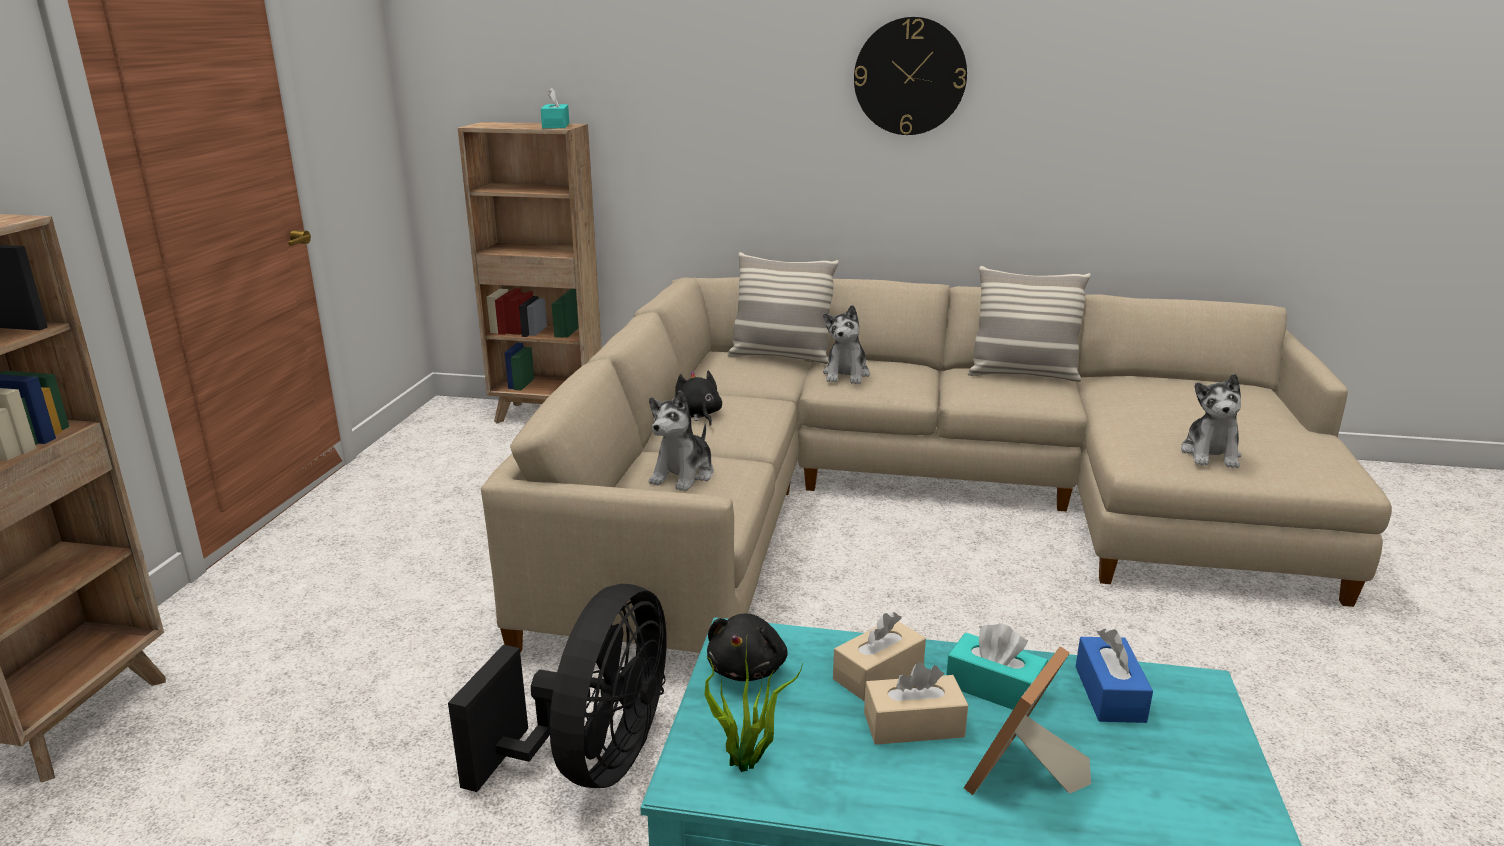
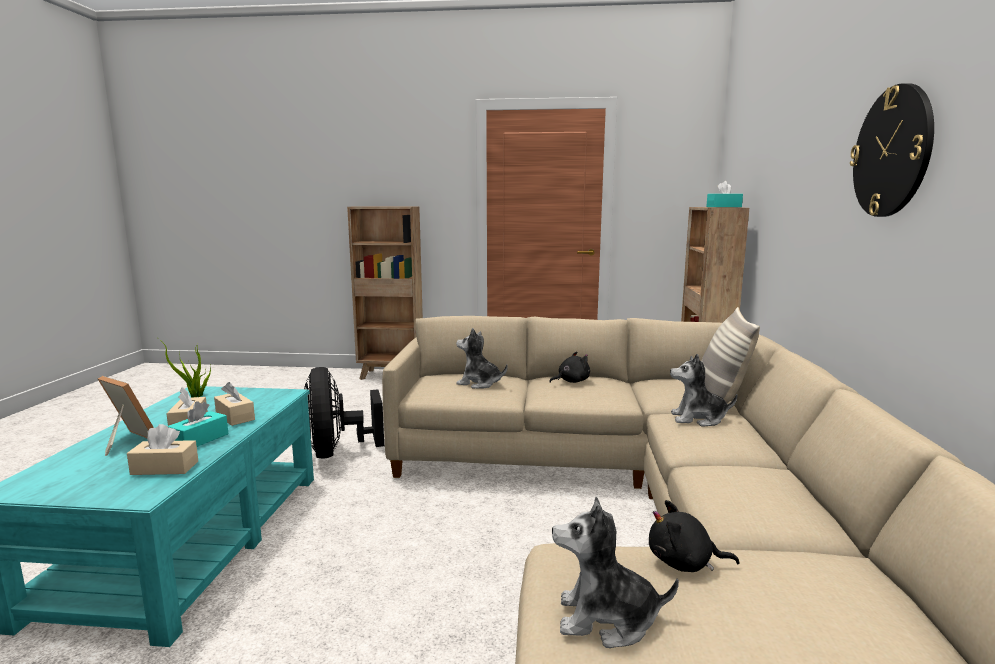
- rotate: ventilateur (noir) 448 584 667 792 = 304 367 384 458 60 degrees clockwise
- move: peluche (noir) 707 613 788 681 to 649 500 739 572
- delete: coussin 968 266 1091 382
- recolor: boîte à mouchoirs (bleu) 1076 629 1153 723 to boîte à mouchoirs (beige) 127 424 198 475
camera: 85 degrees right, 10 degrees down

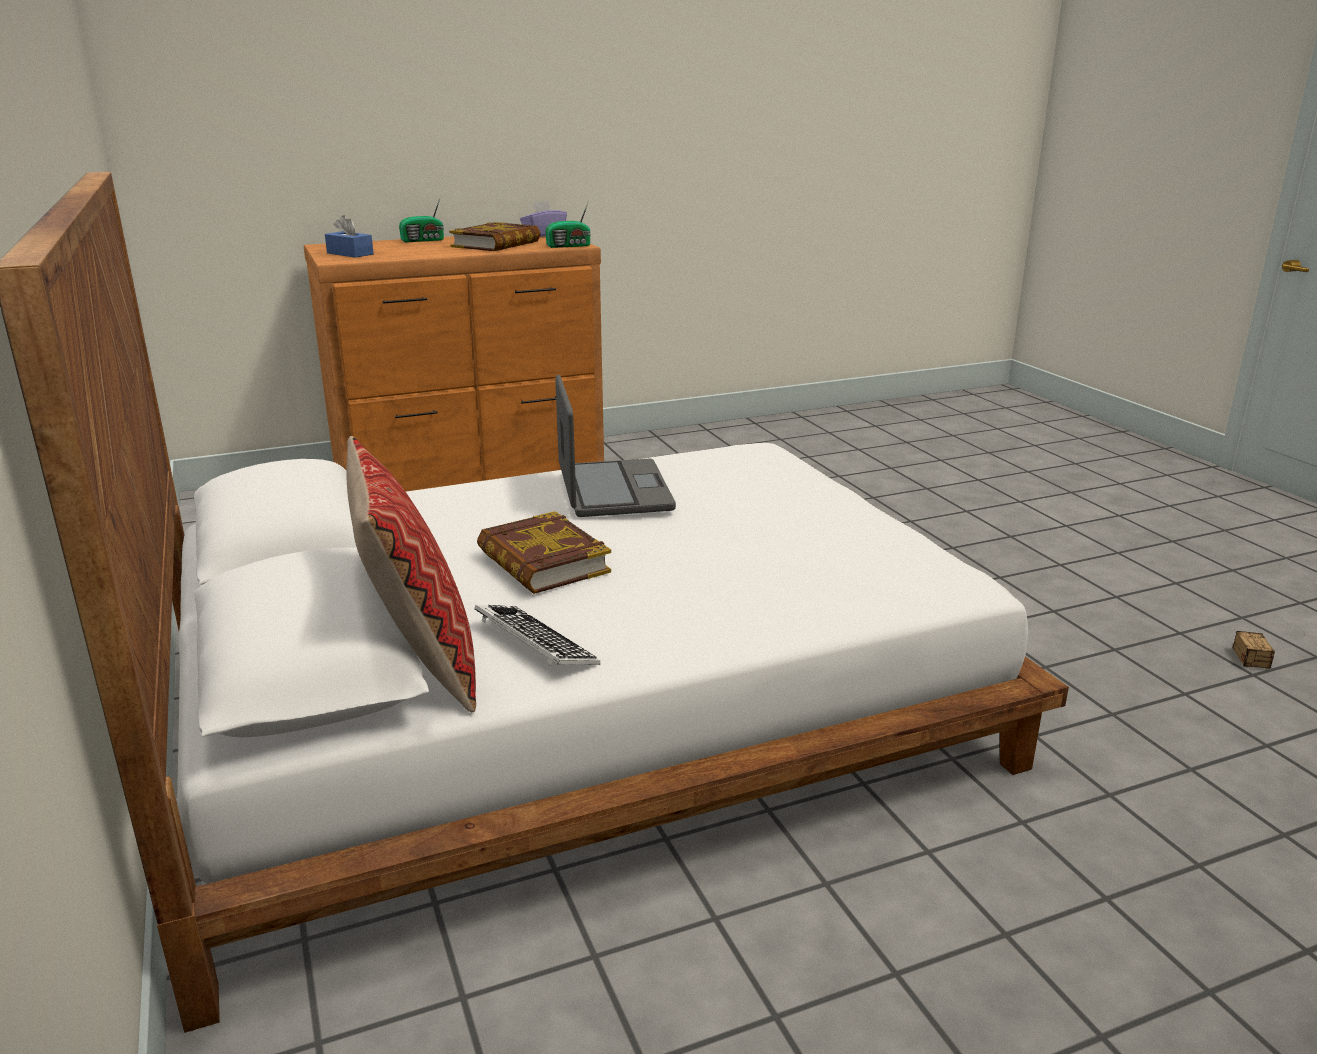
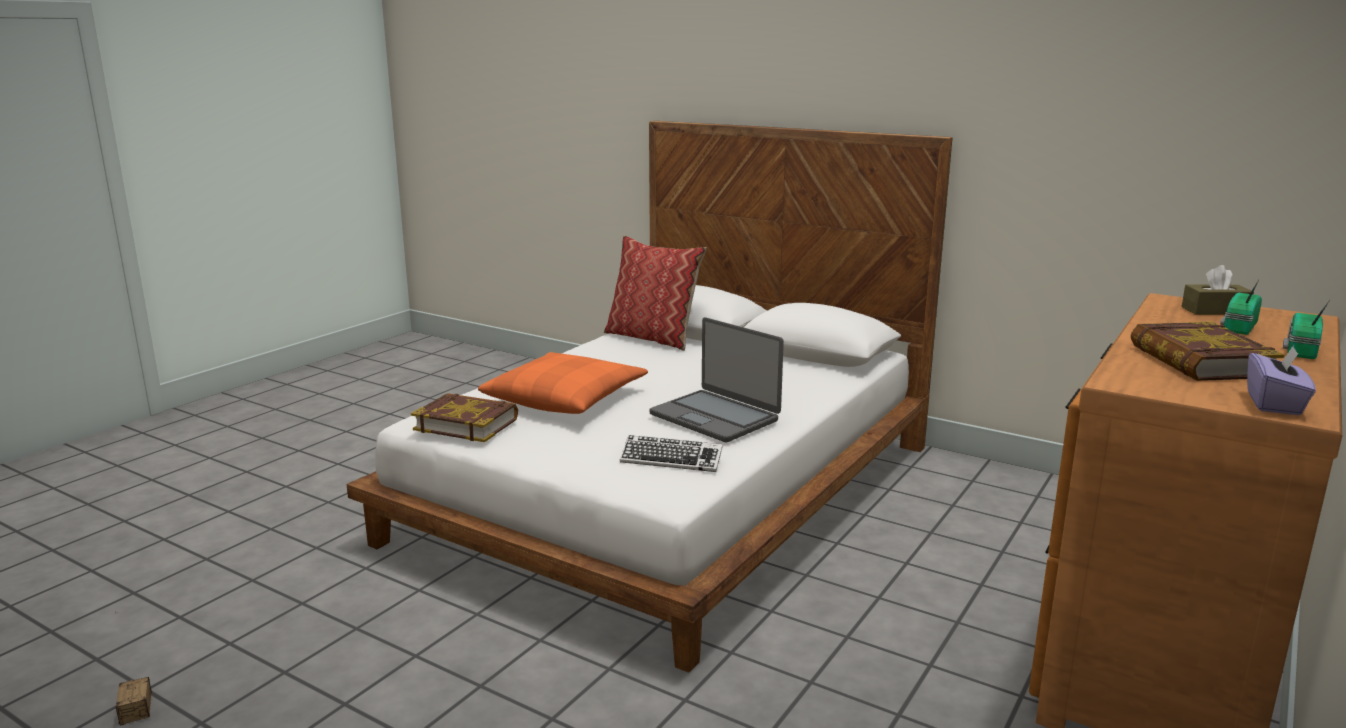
- recolor: boîte à mouchoirs (bleu) 325 215 374 258 to boîte à mouchoirs (marron) 1182 265 1254 315
- move: clavier 474 605 600 666 to 620 435 723 472
- move: livre 477 511 611 594 to 411 393 518 442
- move: radio 545 201 591 248 to 1220 279 1262 335
- insert: coussin (orange) 478 352 648 414
camera: 145 degrees right, 5 degrees down

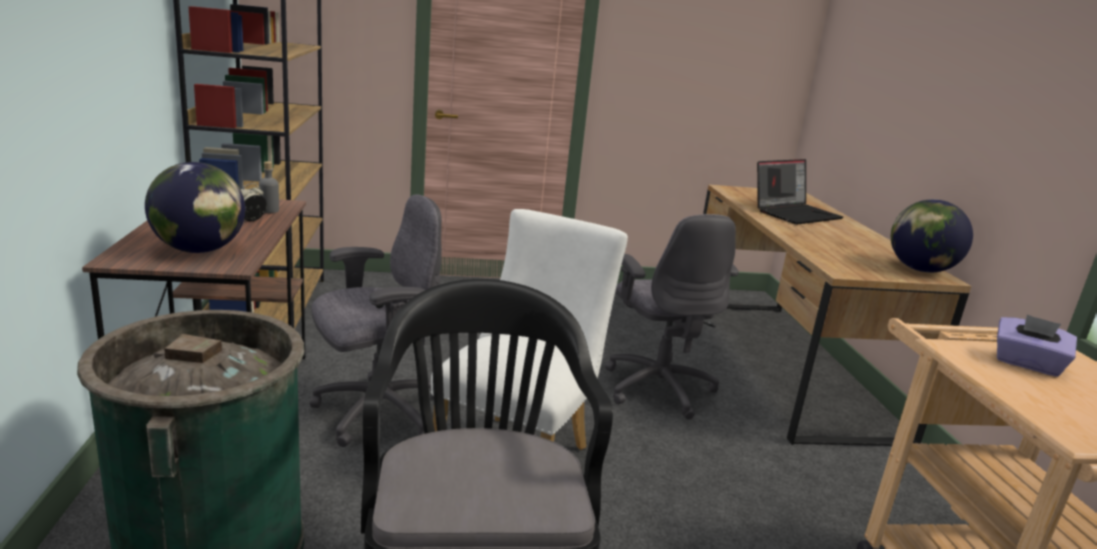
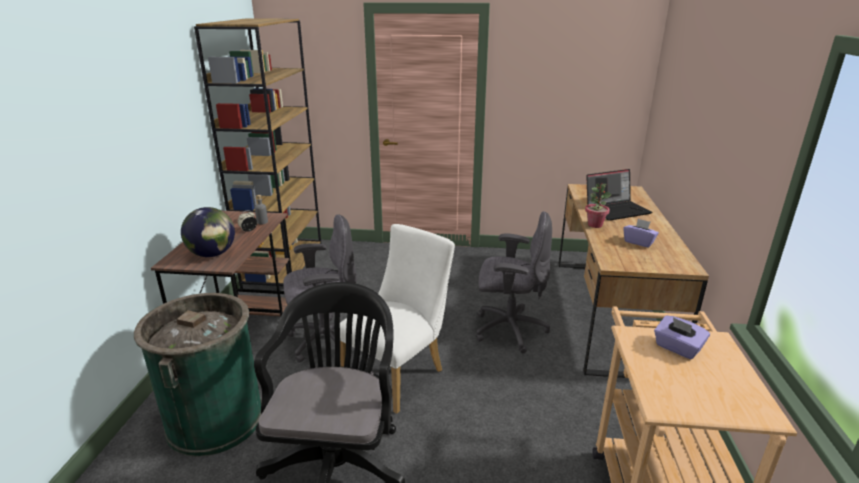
- rotate: chaise de bureau (gris) 605 214 739 420 = 476 211 552 353 75 degrees counterclockwise
- delete: globe 891 199 973 273
- insert: plante en pot 585 184 611 228
- insert: boîte à mouchoirs (violet) 623 219 659 248
camera: 15 degrees right, 5 degrees up

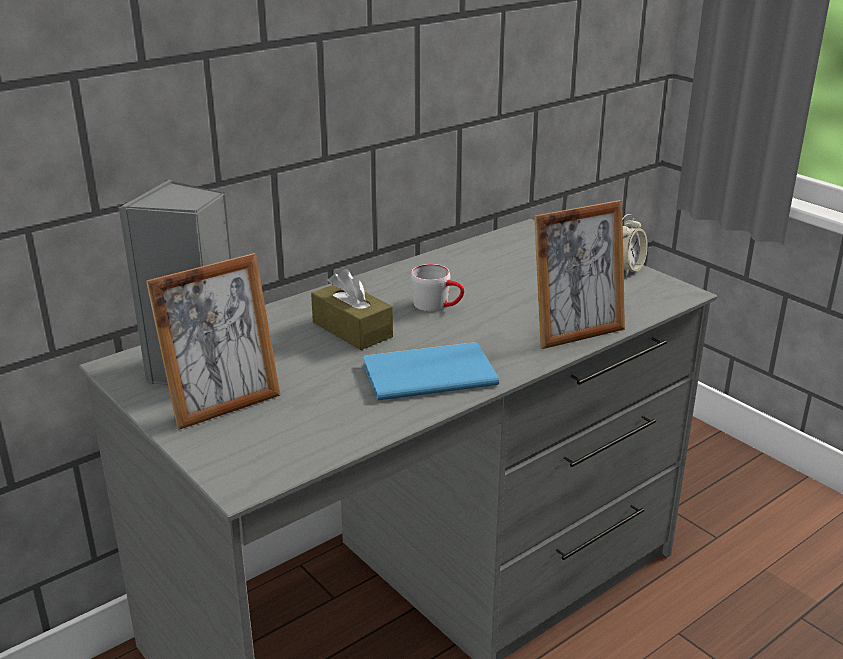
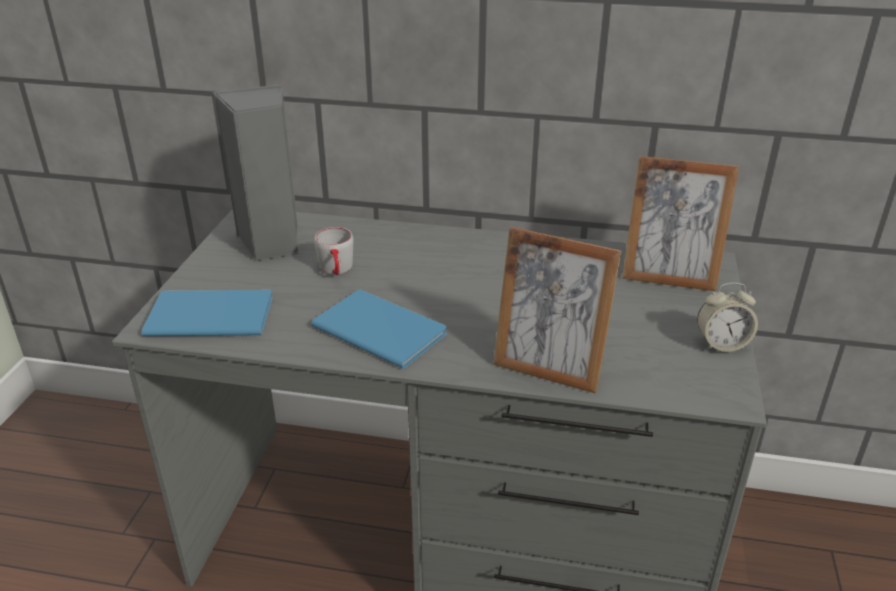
- move: cadre photo 146 253 280 430 to 622 156 739 292
- delete: boîte à mouchoirs (marron) 311 269 393 350
- move: mug (gris) 411 264 464 312 to 314 227 353 275
- insert: livre (bleu) 142 290 273 336
camera: 50 degrees right, 5 degrees up

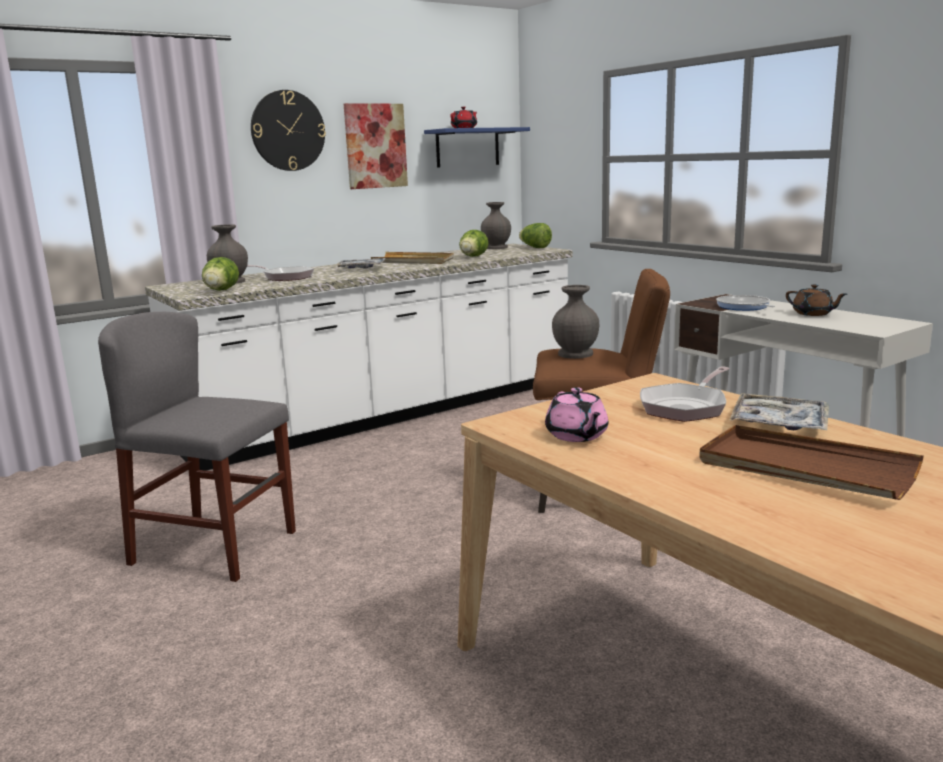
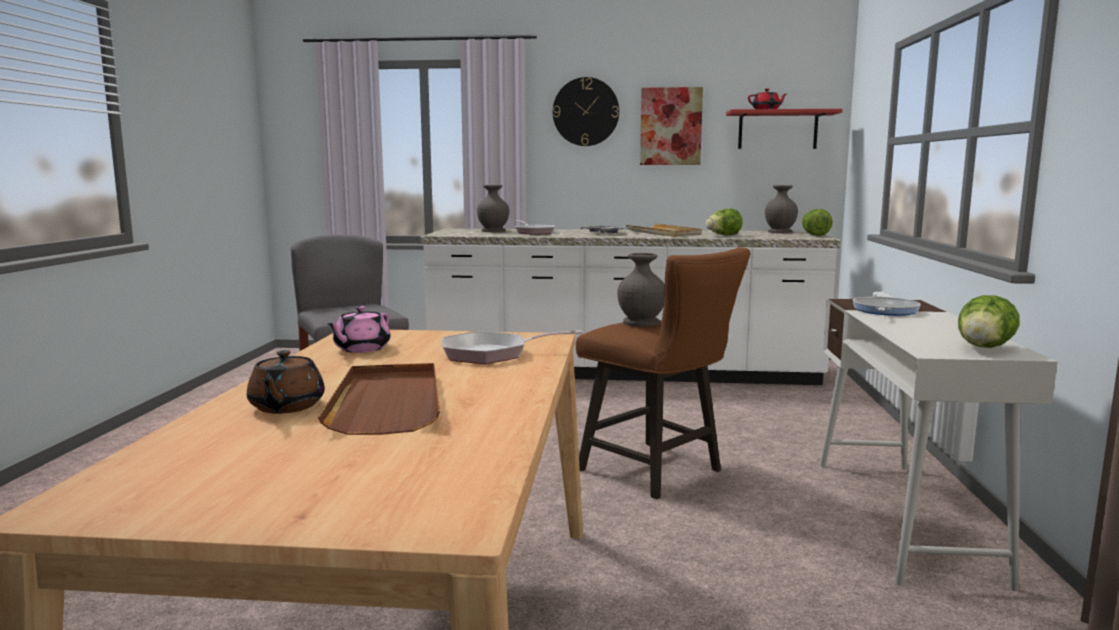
- move: laitue 202 257 239 291 to 958 295 1020 348
- recolor: étagère (bleu) 424 127 530 168 to étagère (rouge) 726 109 843 149
- delete: plateau 730 393 829 430
- move: théière (marron) 786 284 847 316 to 247 350 325 414
camera: 40 degrees right, 5 degrees down

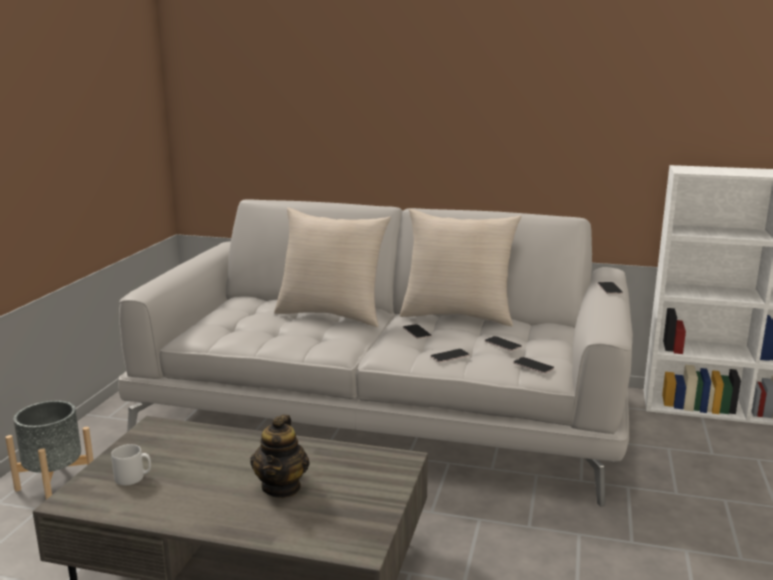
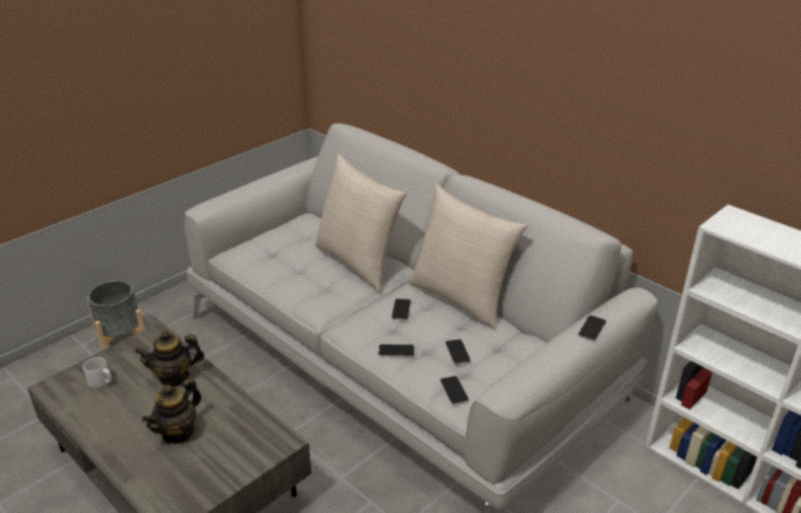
- insert: théière 135 331 205 387
camera: 30 degrees right, 15 degrees up

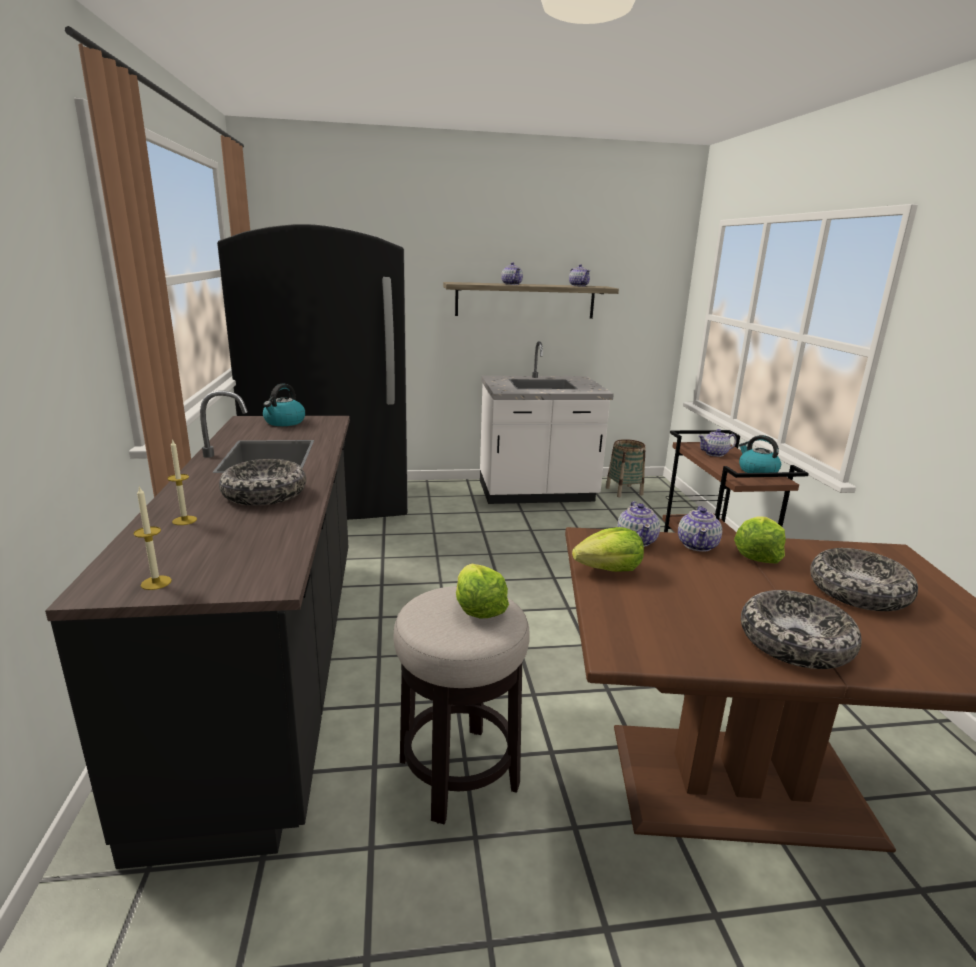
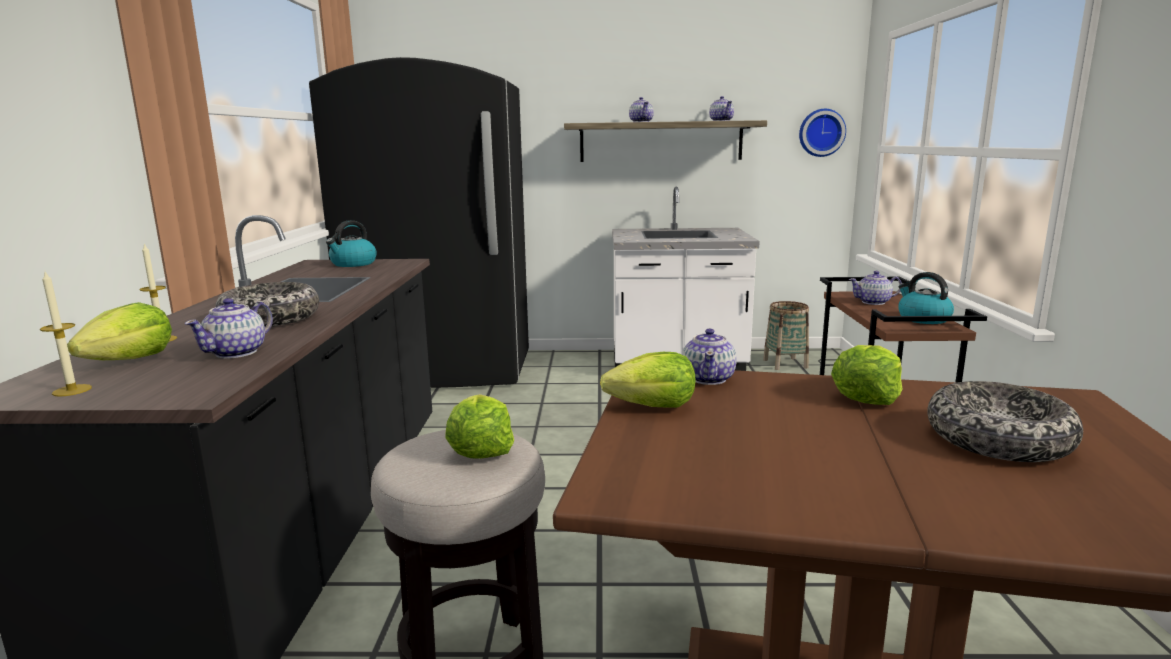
- move: théière 678 506 722 552 to 185 298 273 358
- delete: bol 741 590 862 669
- insert: laitue 67 302 172 360
- insert: horloge murale 799 109 846 157
camera: 10 degrees right, 5 degrees down

